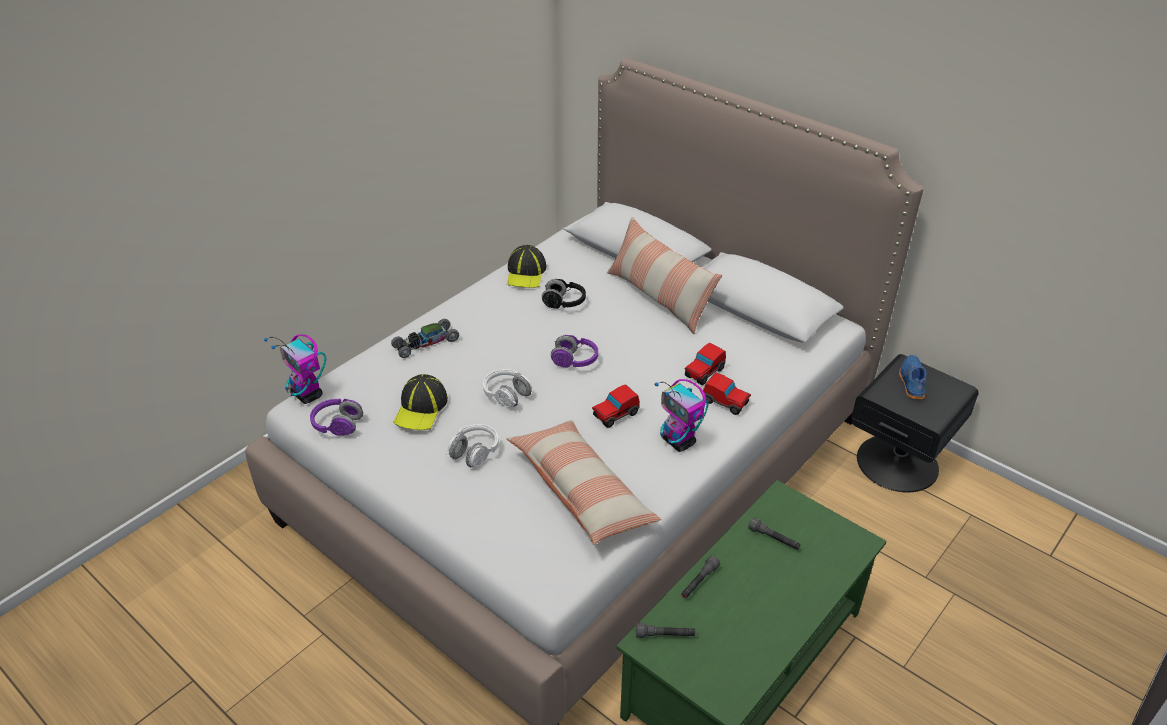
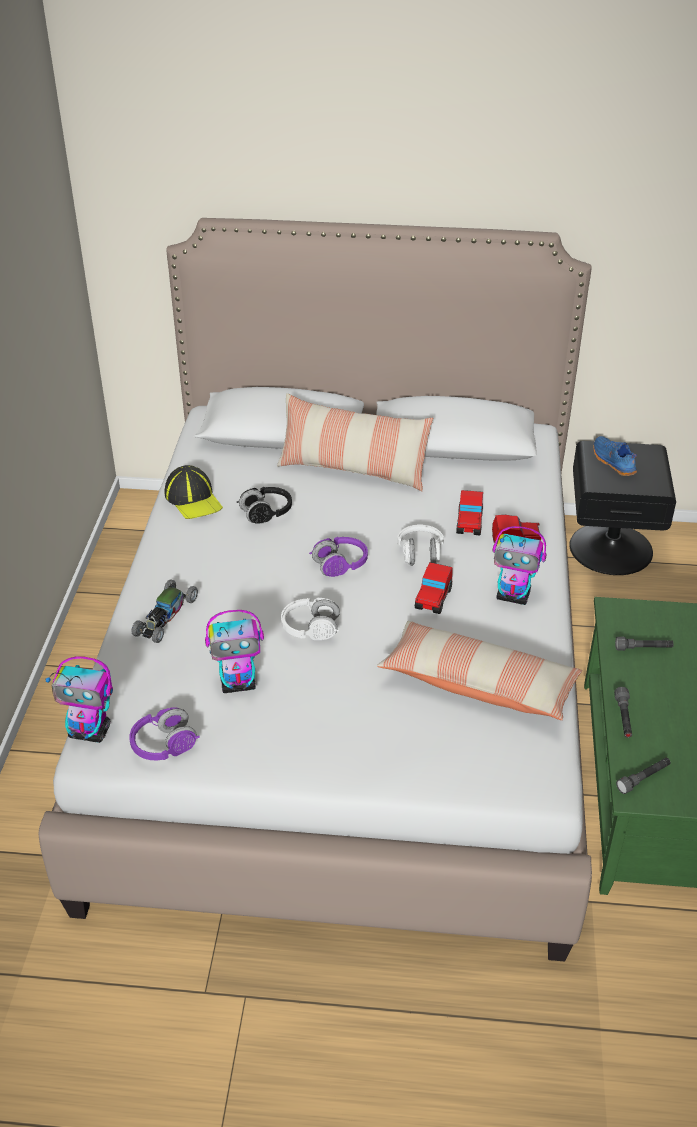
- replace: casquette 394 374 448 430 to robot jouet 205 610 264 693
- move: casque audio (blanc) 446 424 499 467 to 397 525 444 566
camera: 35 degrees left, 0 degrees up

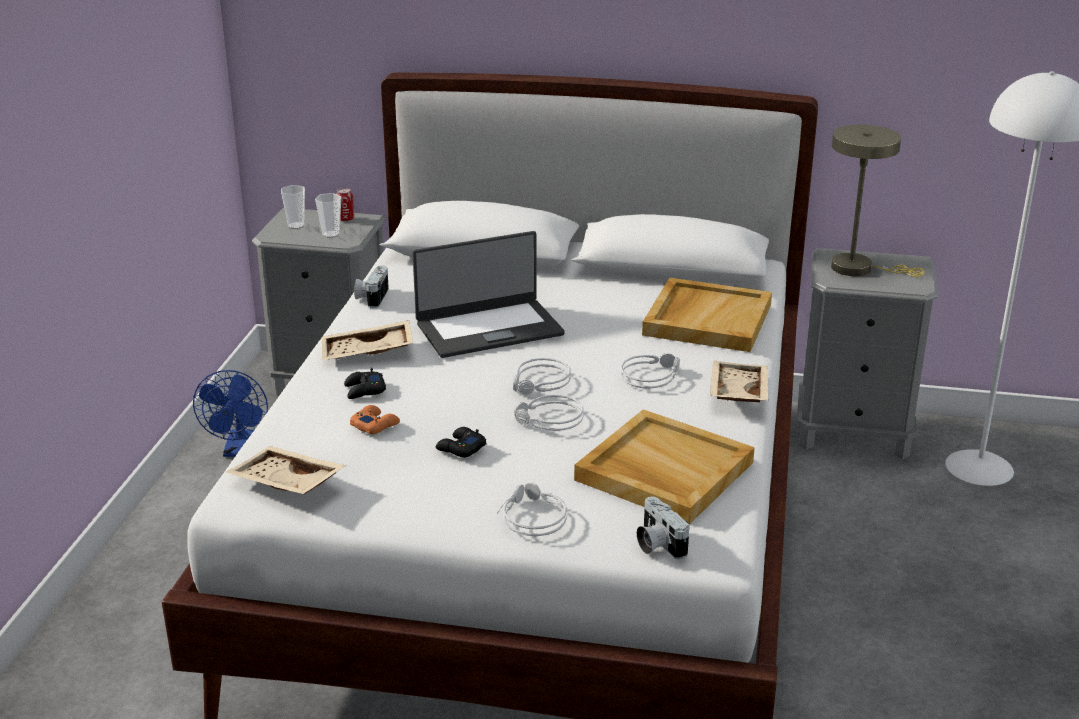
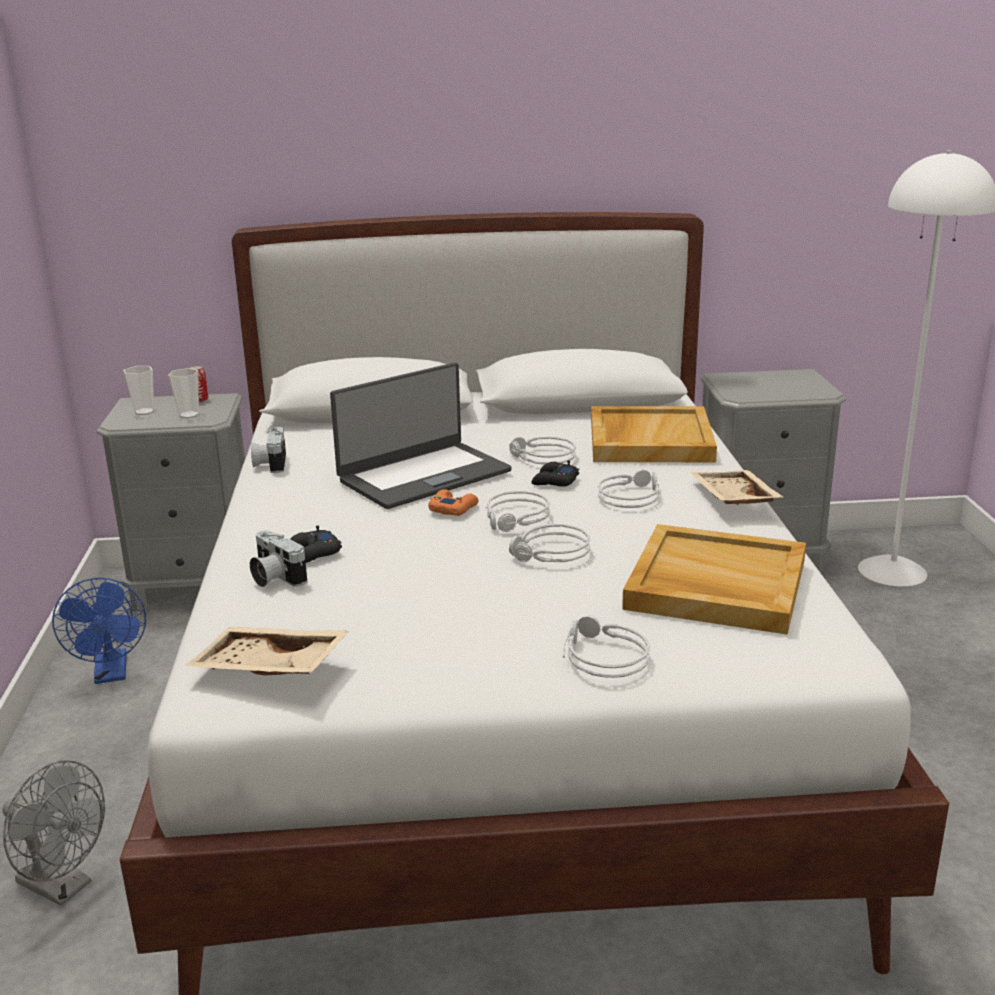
- delete: plateau (beige) 322 320 413 360
- move: manette (orange) 350 405 400 434 to 428 489 479 516
- move: manette (noir) 436 427 486 458 to 531 460 579 487
- move: appareil photo 637 497 689 559 to 250 530 307 587
- delete: lampe de table (beige) 831 124 925 277
- insert: ventilateur (gris) 2 760 105 906
- insert: casque audio (gris) 509 436 576 464
camera: 15 degrees left, 5 degrees down

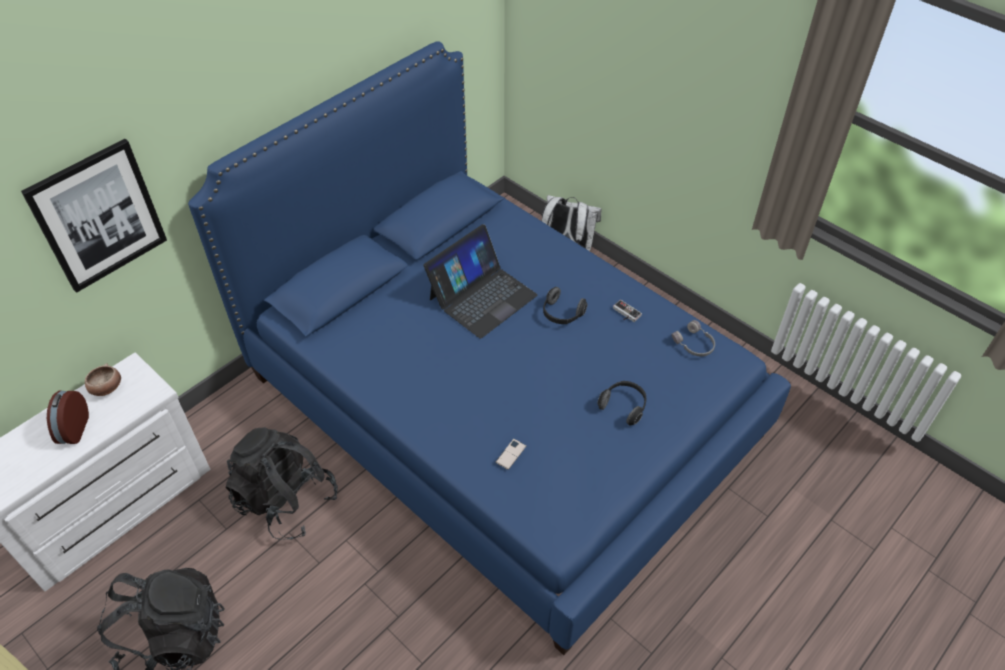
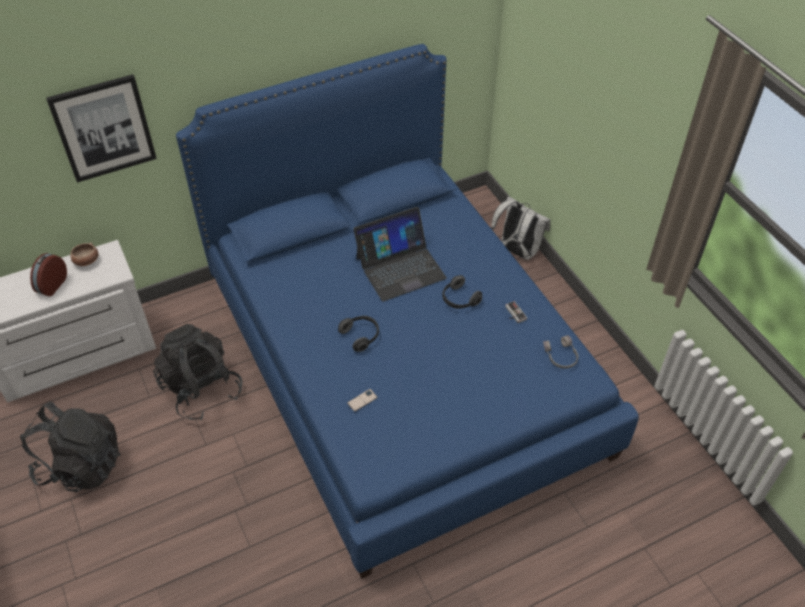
- move: casque audio 597 381 646 426 to 338 316 379 352
camera: 20 degrees right, 0 degrees up

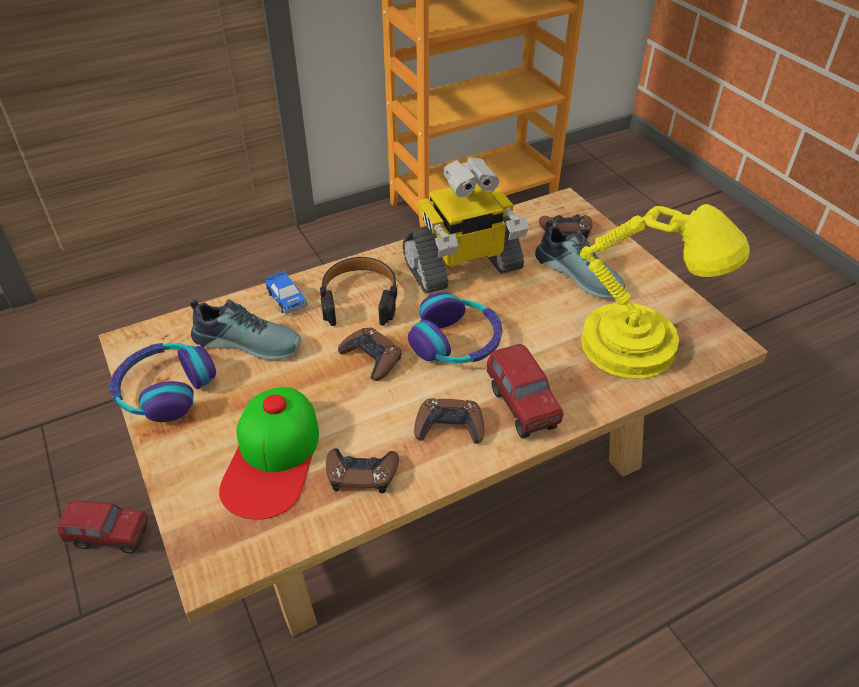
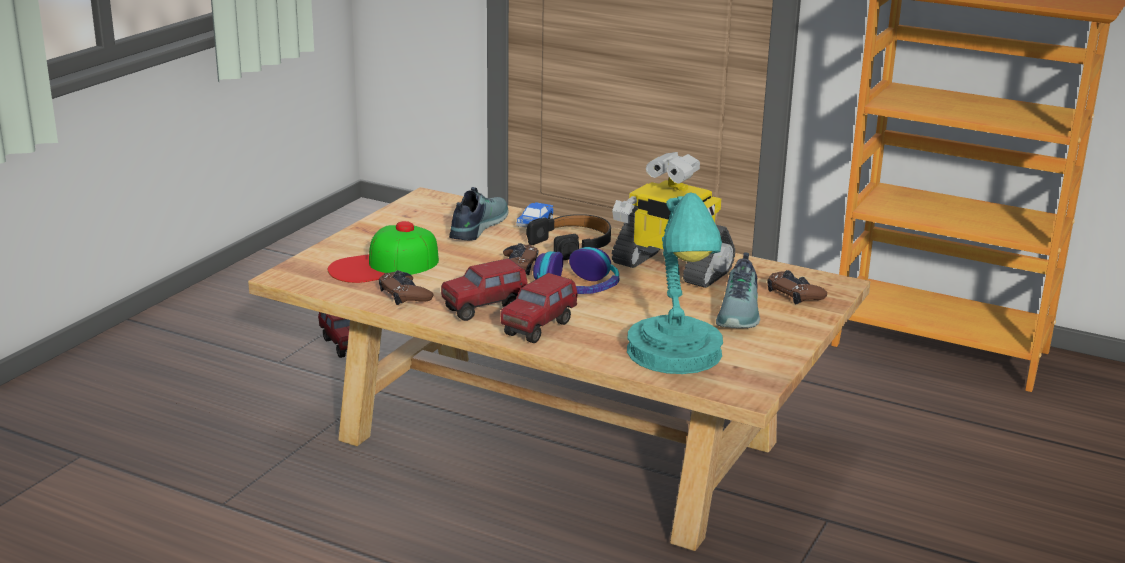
- delete: casque audio 110 343 216 422
- rotate: chaussure 190 299 301 361 = 449 187 509 241 135 degrees counterclockwise
- replace: manette (marron) 414 398 484 444 to camion jouet 441 258 527 321
- recolor: lampe de table (jaune) 580 204 750 379 to lampe de table (turquoise) 627 192 723 374
camera: 55 degrees right, 20 degrees down

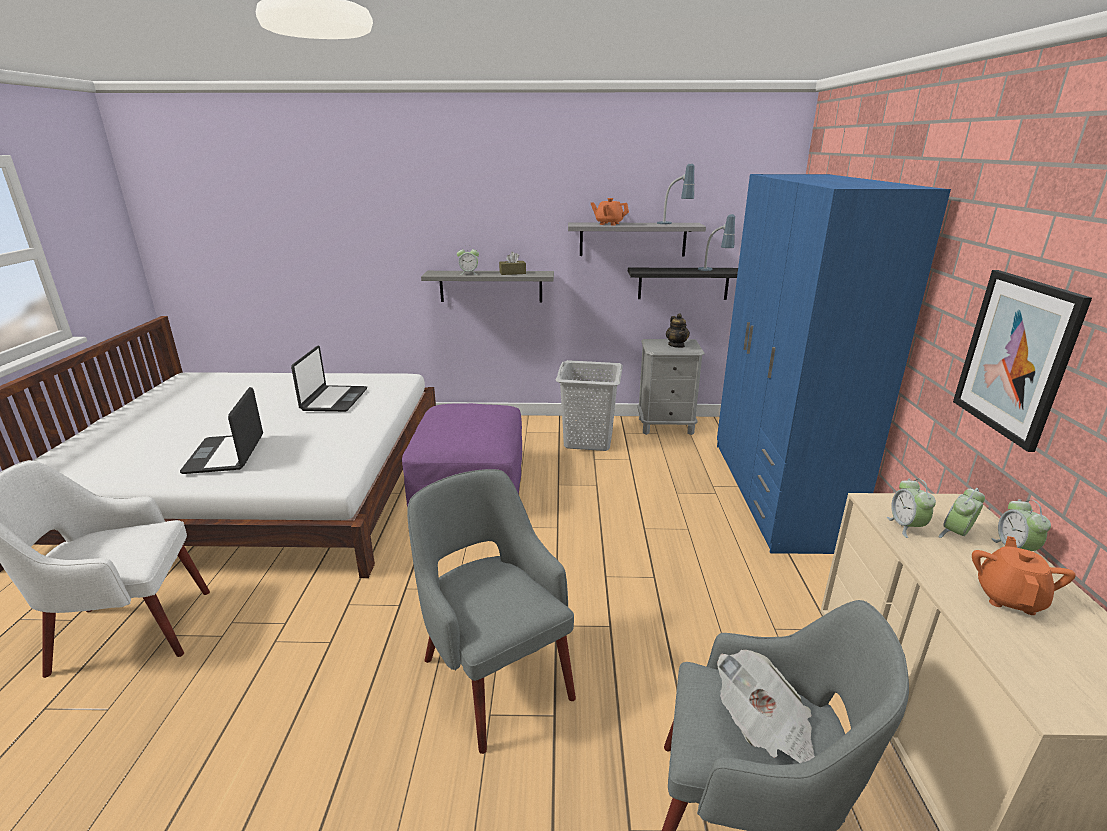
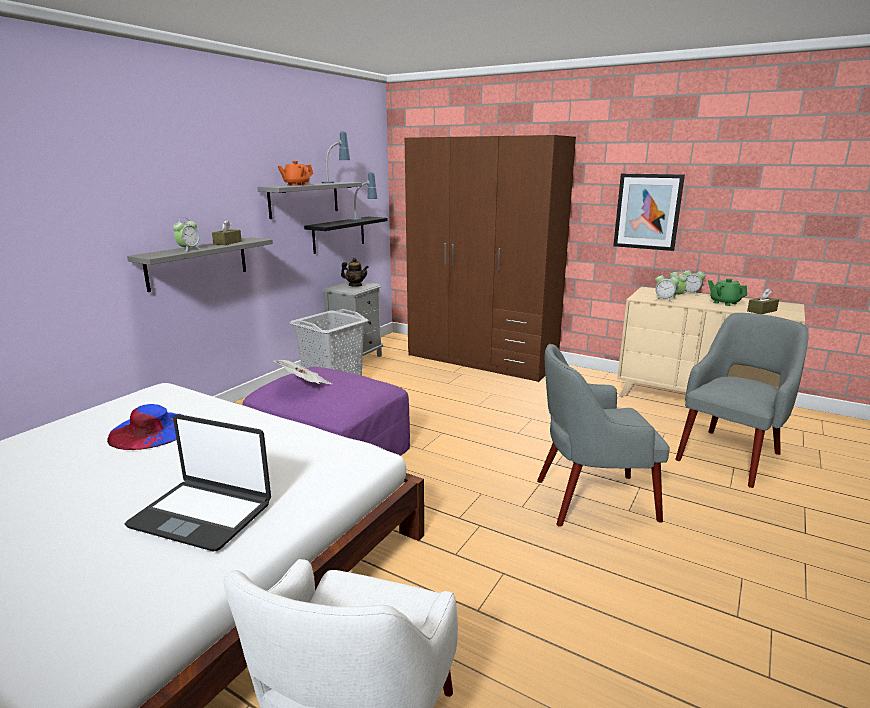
- replace: ordinateur portable 291 346 367 412 to chapeau (bleu) 107 404 182 450
- recolor: armoire (bleu) 717 174 951 554 to armoire (marron) 405 135 576 382
- move: journal 717 650 815 763 to 274 360 332 384
- recolor: théière (orange) 972 536 1076 615 to théière (vert) 708 278 747 306
- insert: boîte à mouchoirs (marron) 747 289 779 314
camera: 60 degrees left, 5 degrees down

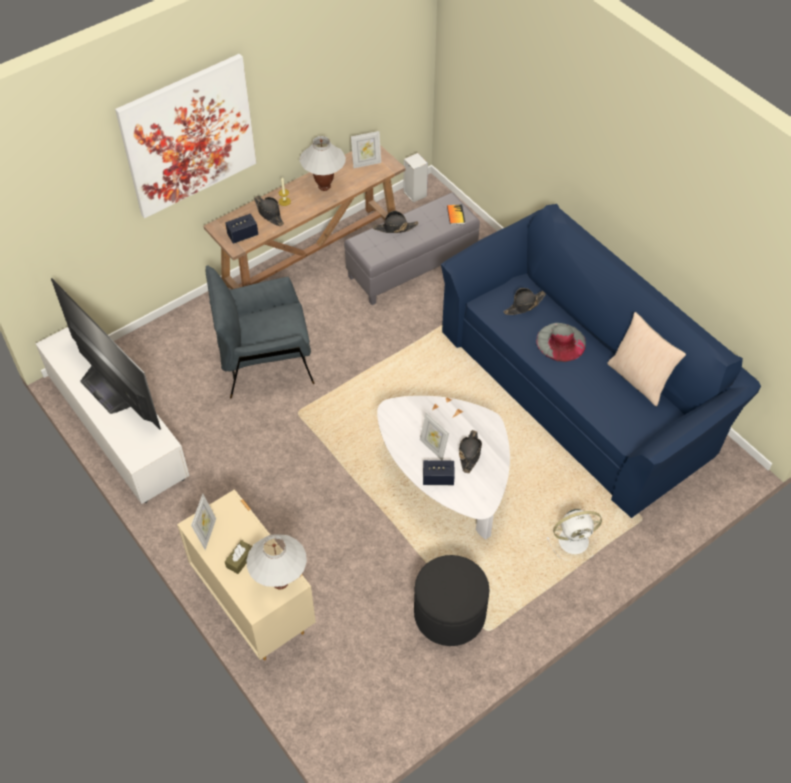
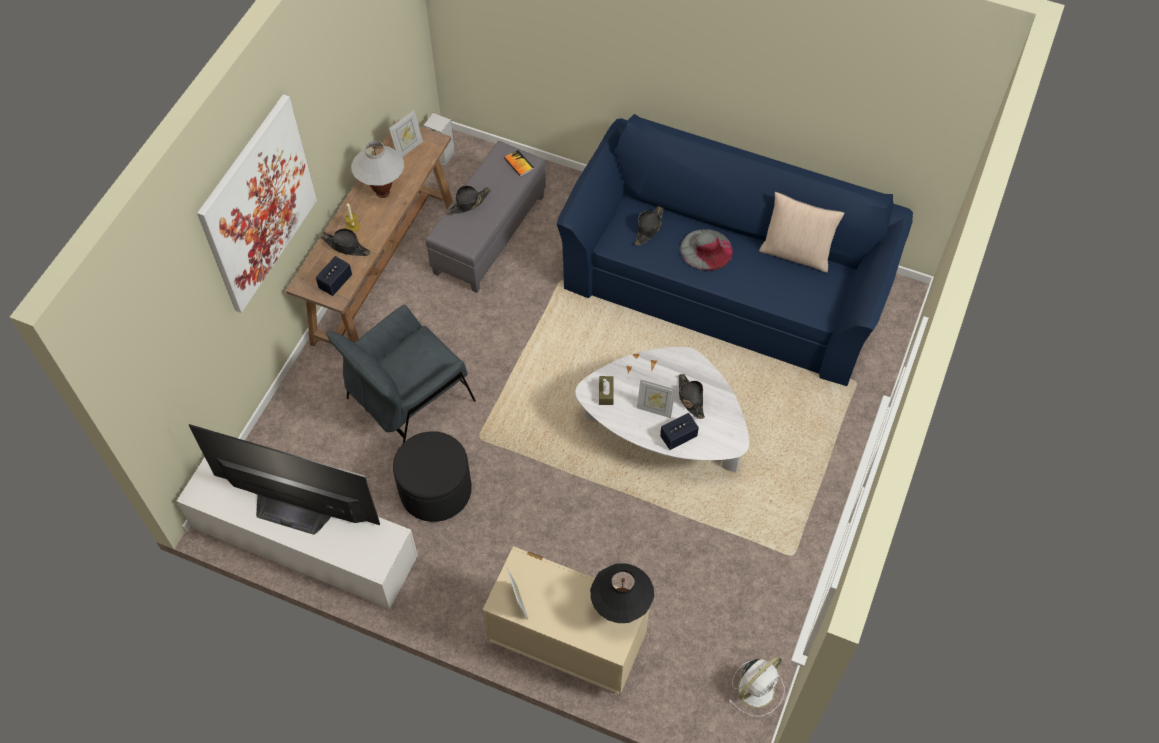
- move: boîte à mouchoirs (marron) 225 540 252 574 to 599 376 614 405
- recolor: lampe de table (blanc) 247 535 307 590 to lampe de table (noir) 590 563 654 623
- move: pouf (noir) 414 555 489 646 to 393 431 472 522
- move: ventilateur (blanc) 547 509 602 561 to 728 656 785 716
camera: 30 degrees left, 5 degrees up

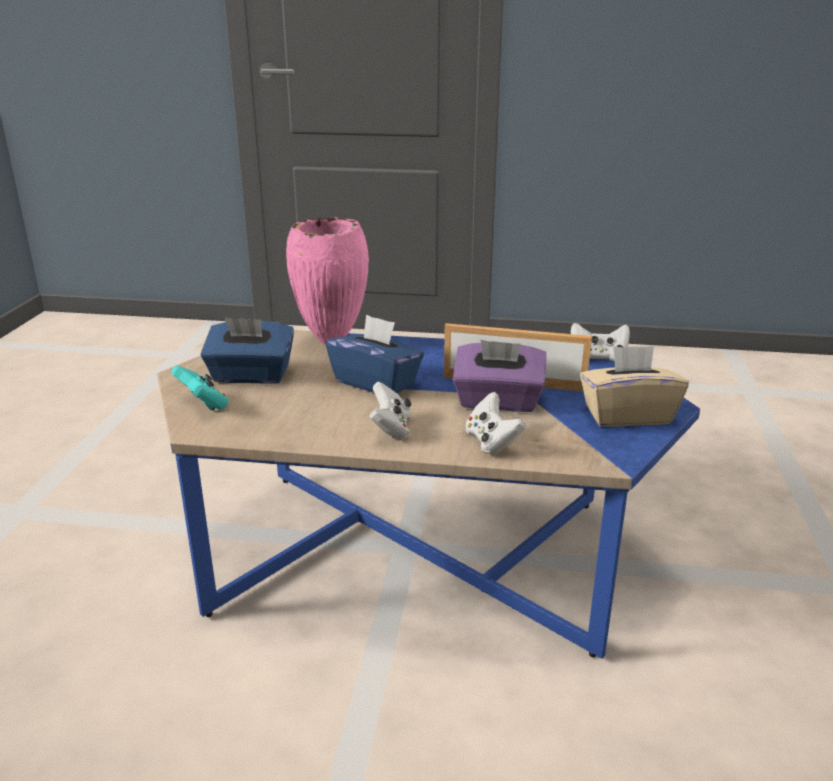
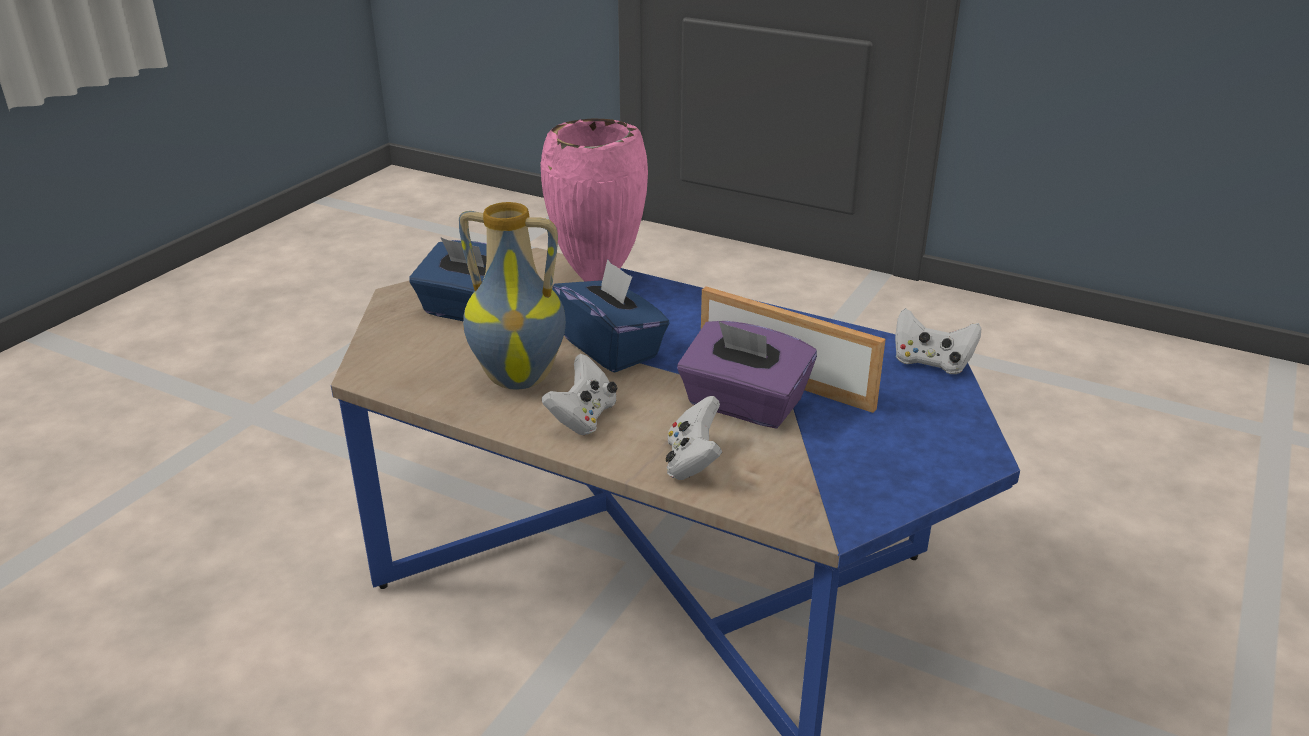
- delete: manette (turquoise) 171 366 228 410
- delete: boîte à mouchoirs (beige) 580 346 689 427
- insert: vase 459 202 566 390
camera: 20 degrees right, 5 degrees up

